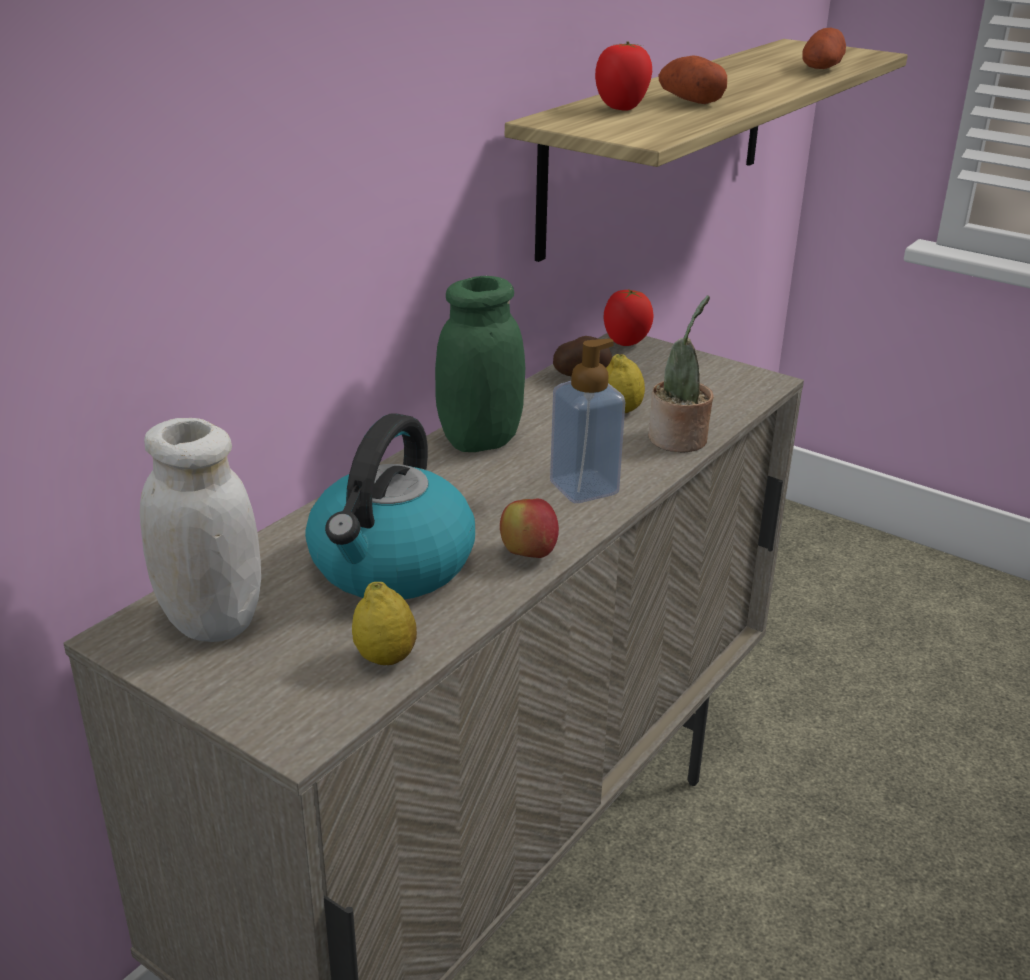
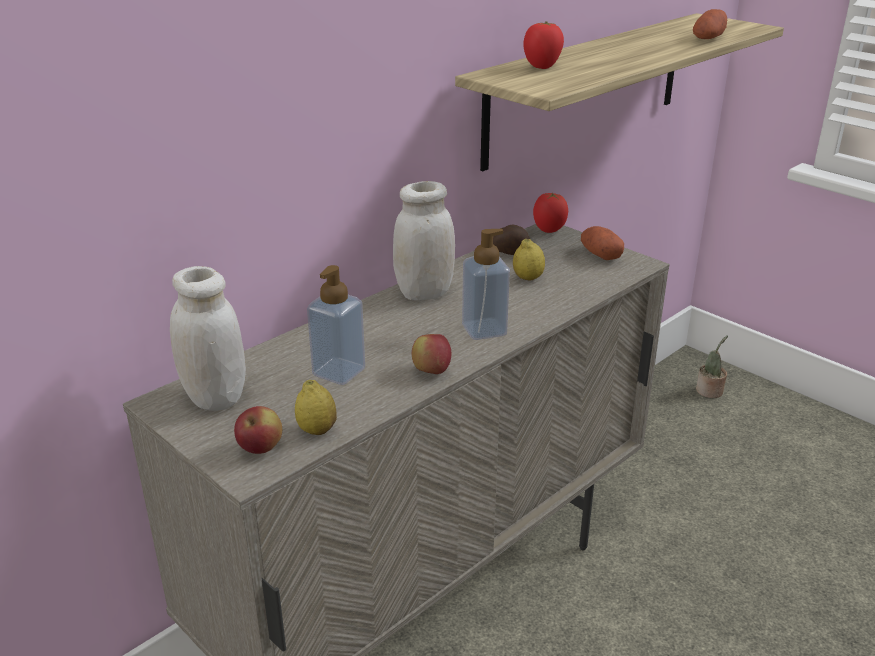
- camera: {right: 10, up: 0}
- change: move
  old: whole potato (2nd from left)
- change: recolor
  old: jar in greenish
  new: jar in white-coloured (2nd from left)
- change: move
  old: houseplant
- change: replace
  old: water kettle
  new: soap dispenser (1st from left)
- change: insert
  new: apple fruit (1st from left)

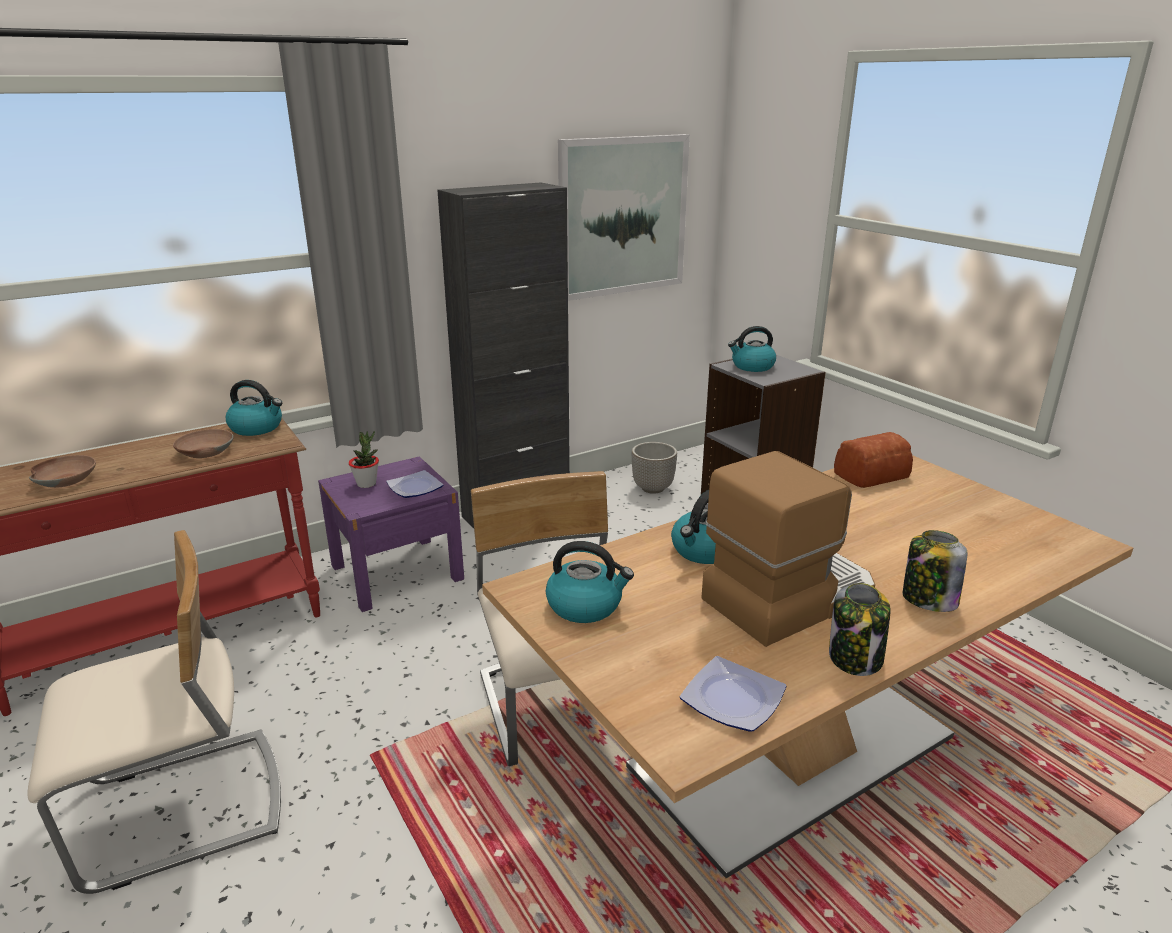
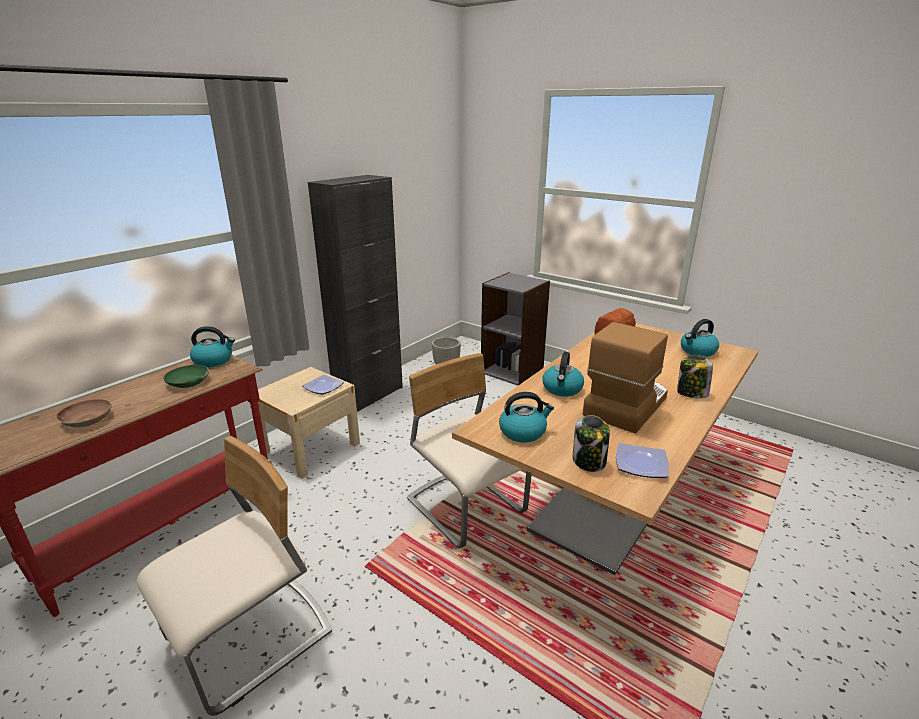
- camera: {right: -20, up: 0}
- change: delete
  old: wall art
- change: move
  old: water kettle (4th from left)
- change: recolor
  old: bowl in brown (2nd from left)
  new: bowl in greenish
- change: delete
  old: houseplant
- change: recolor
  old: bedside table in purple-coloured
  new: bedside table in sand-coloured
- change: move
  old: jar (1st from left)

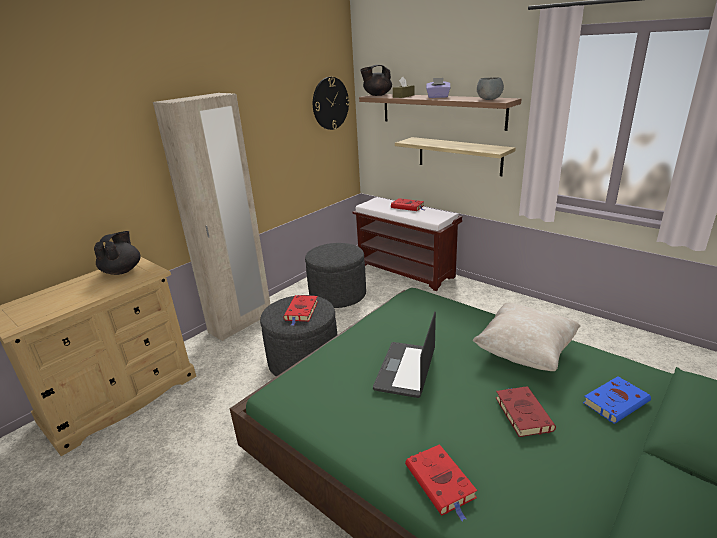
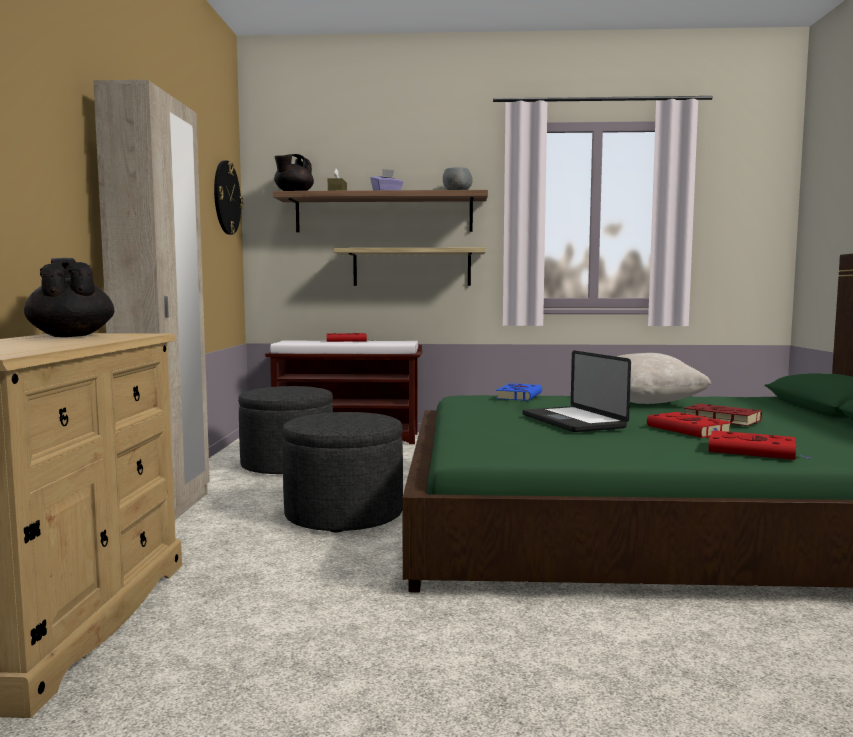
- camera: {right: -40, up: -20}
- change: move
  old: volume in red (1st from left in the first image)
  new: volume in red (2nd from left)
- change: move
  old: volume in bluish

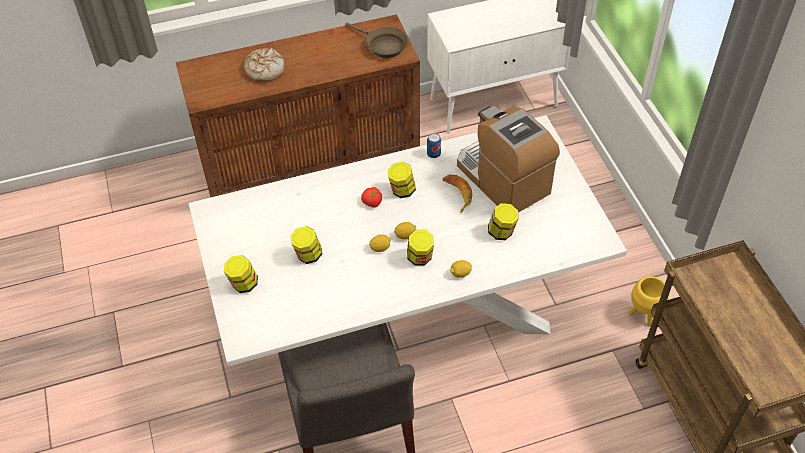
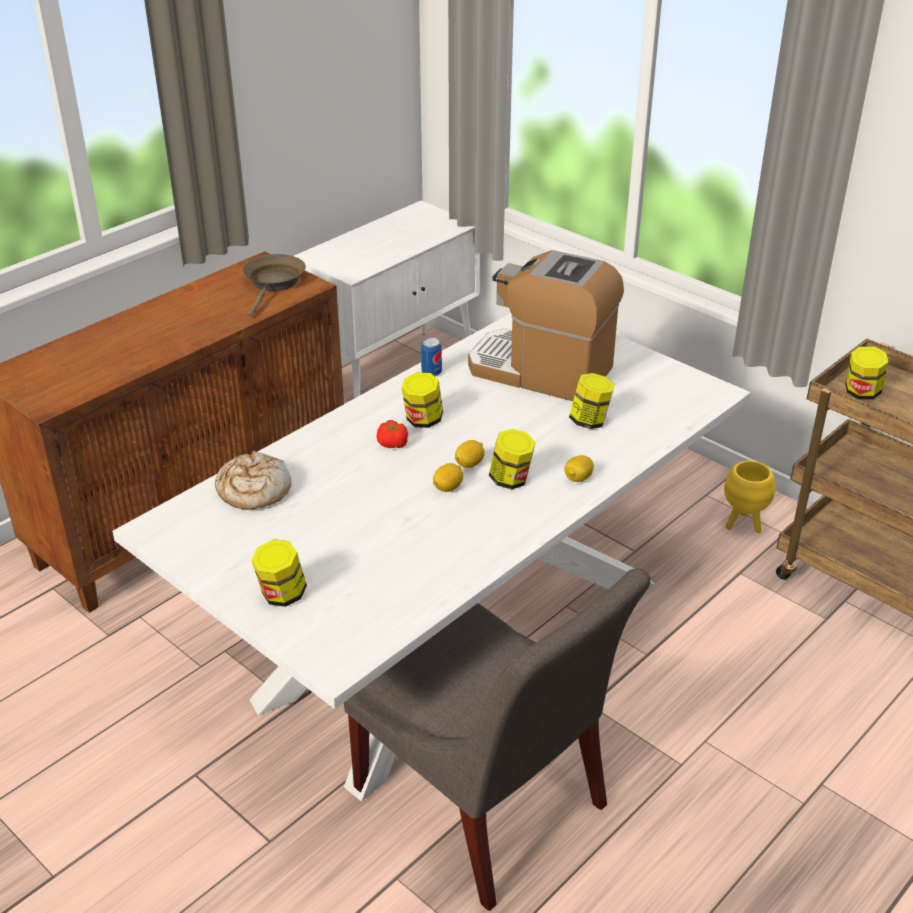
- camera: {right: -30, up: -15}
- change: rotate
  old: pan in brown
  degrees: -90
- change: move
  old: bakery bread
- change: delete
  old: banana fruit
- change: move
  old: jar (2nd from left in the first image)
  new: jar (5th from left)

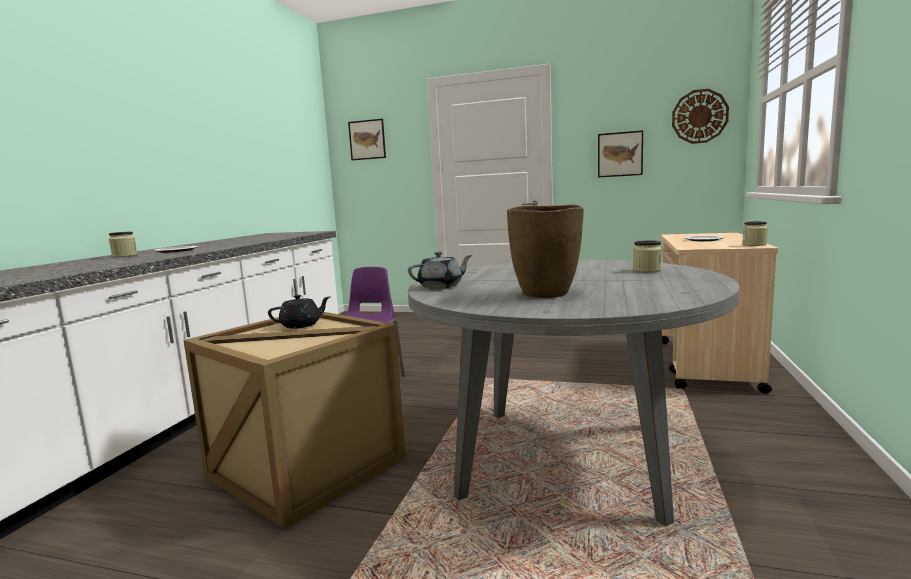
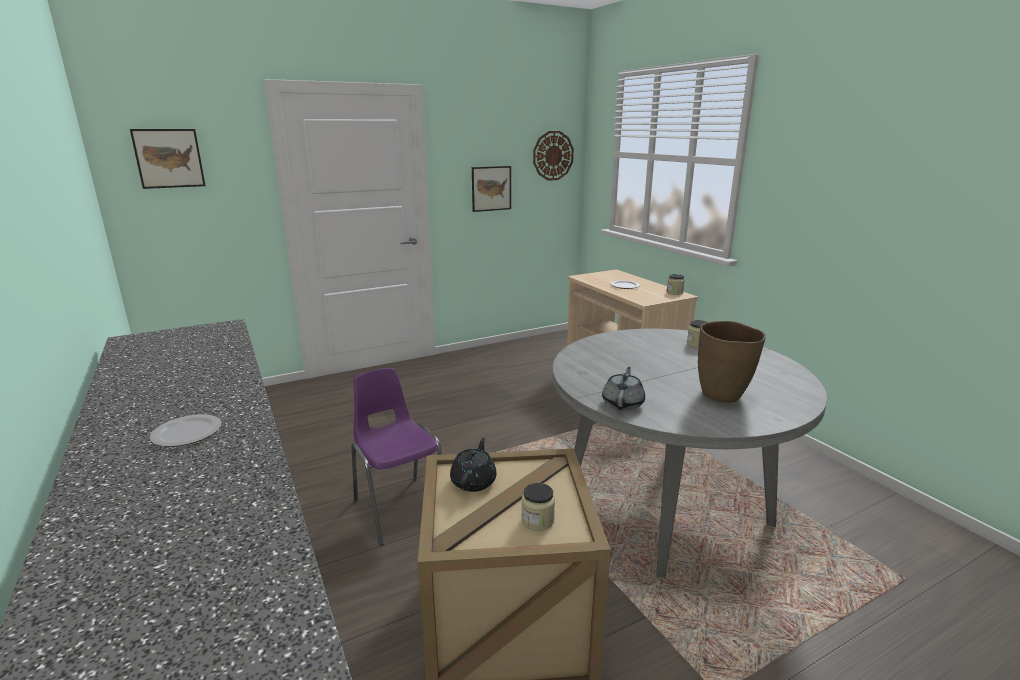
- camera: {right: -45, up: 10}
- change: move
  old: jar (1st from left)

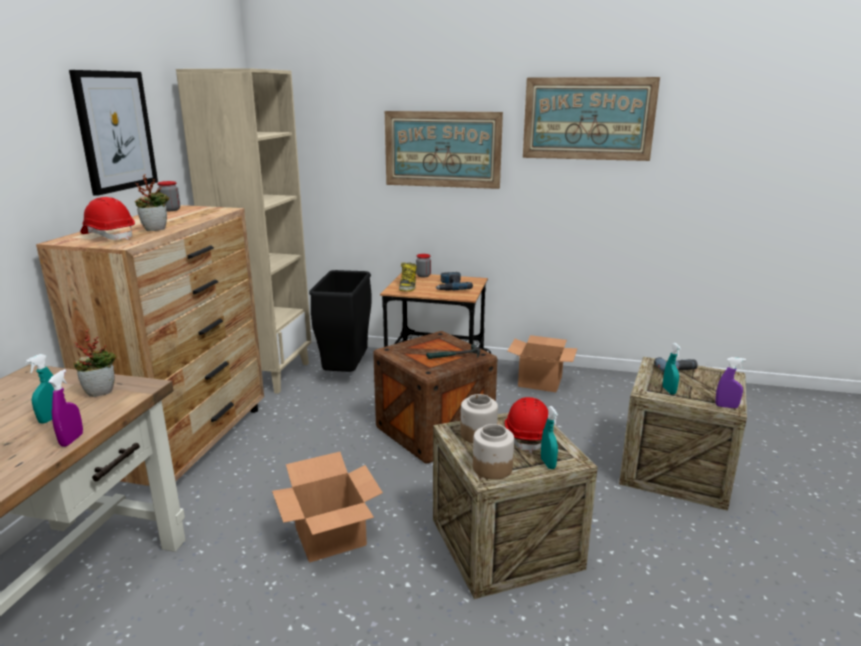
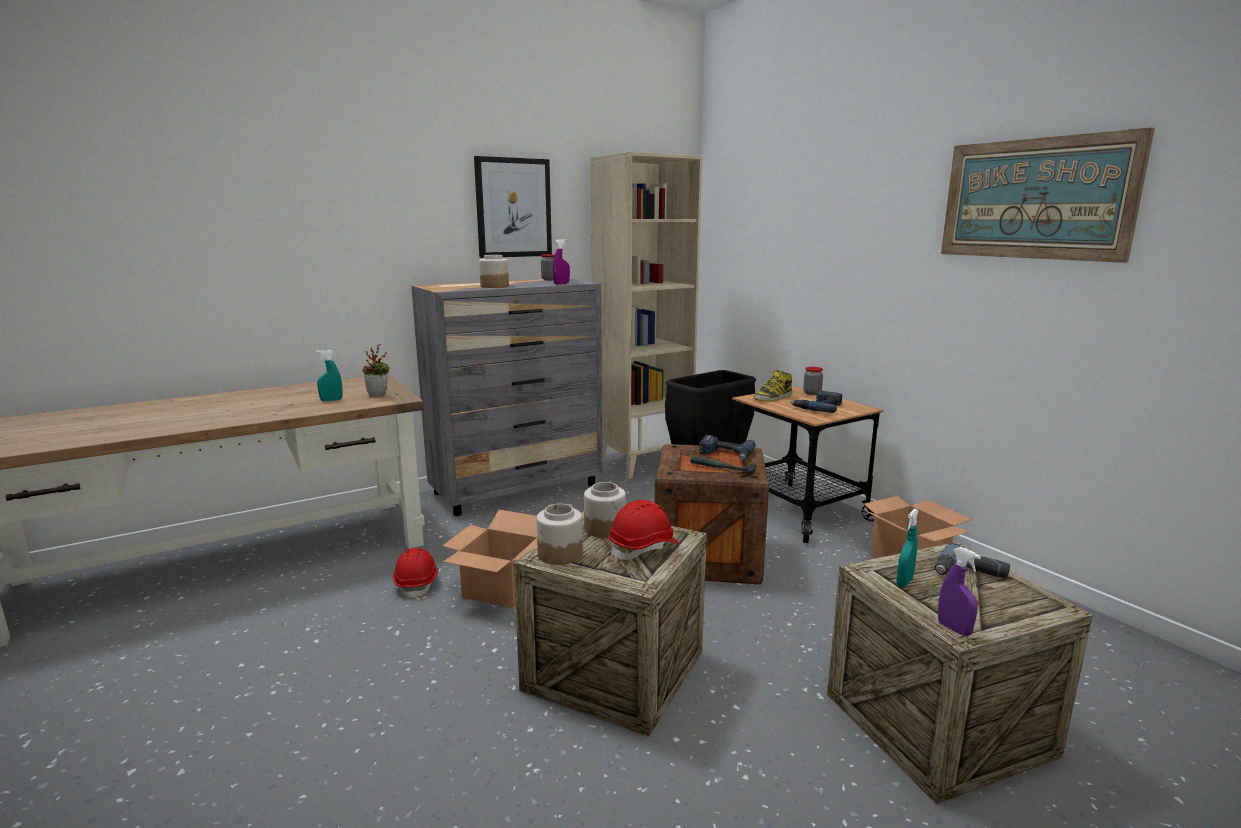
- camera: {right: 45, up: -5}
- change: delete
  old: wall art (2nd from left)
- change: replace
  old: houseplant (2nd from left)
  new: jar (1st from left)
- change: move
  old: work helmet in red (1st from left)
- change: recolor
  old: dresser in brown
  new: dresser in grey
- change: move
  old: hand sprayer in purple-coloured (1st from left)
- change: delete
  old: hand sprayer in turquoise (2nd from left)
- change: insert
  new: power drill (1st from left)

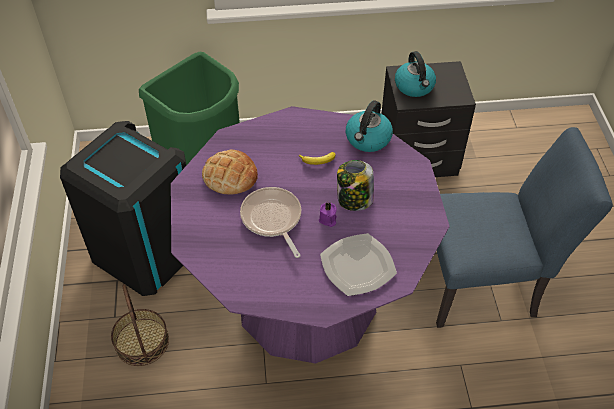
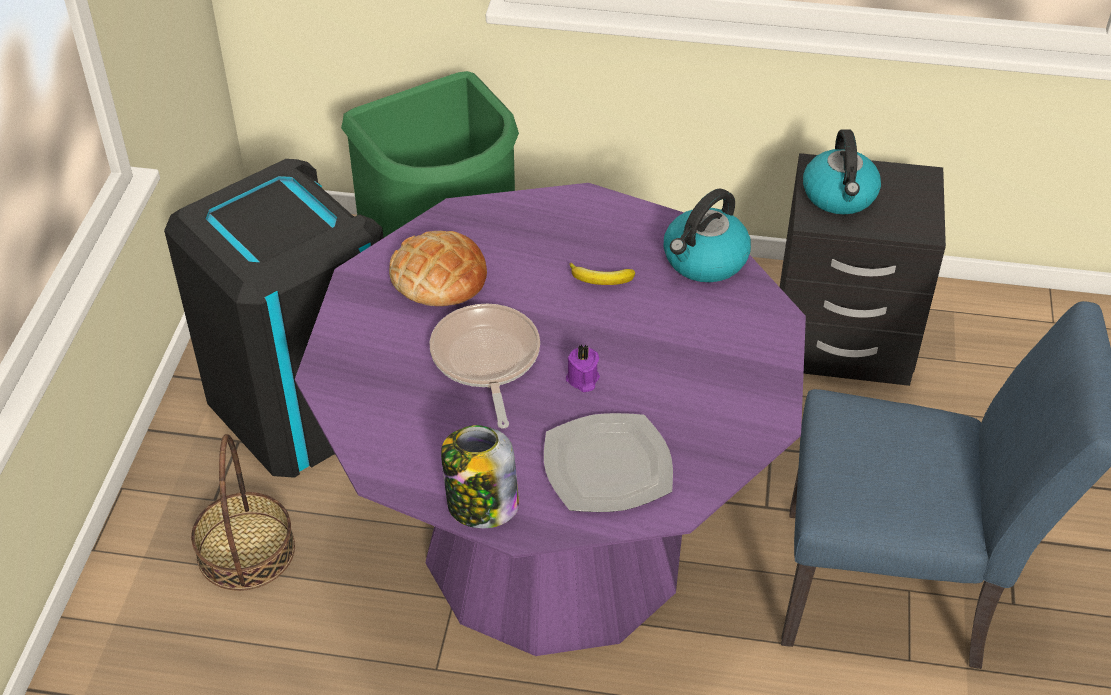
- camera: {right: 15, up: -5}
- change: move
  old: jar

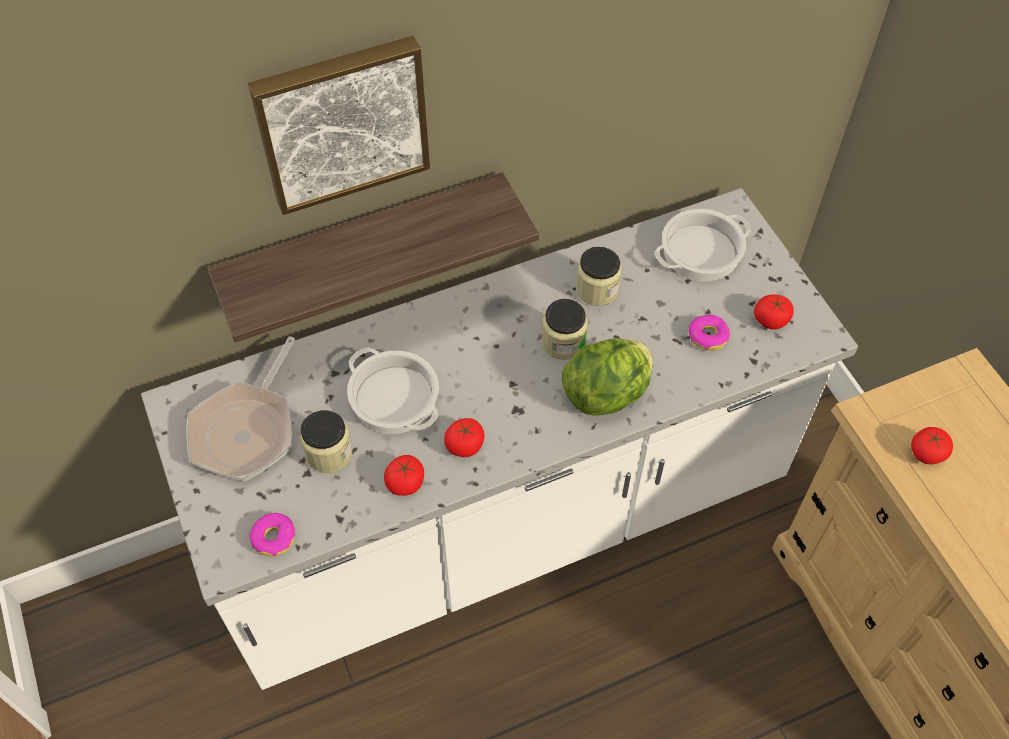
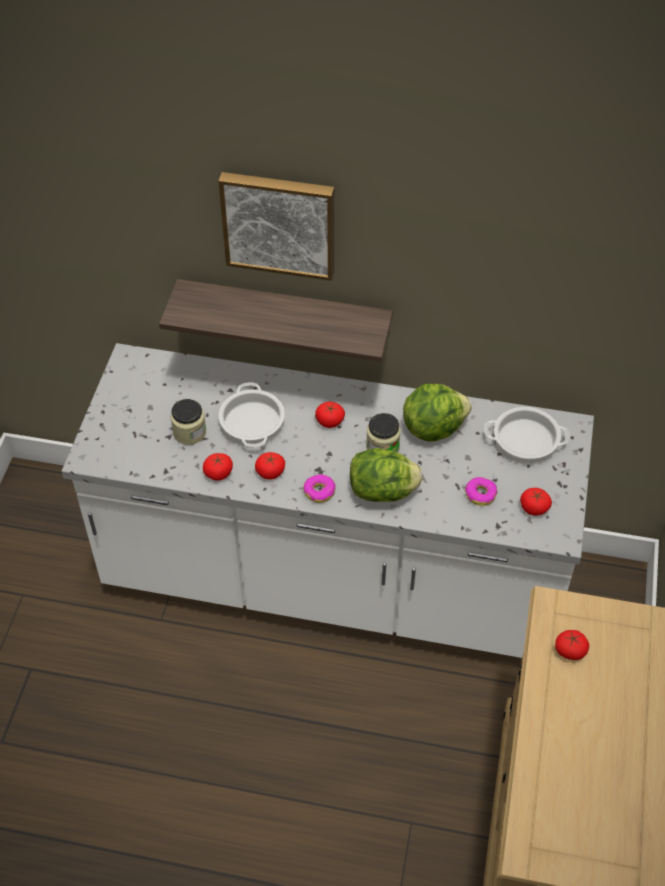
- camera: {right: 35, up: -5}
- change: replace
  old: jar (3rd from left)
  new: lettuce (2nd from left)
- change: delete
  old: pan
- change: move
  old: ring doughnut (1st from left)
- change: insert
  new: tomato (3rd from left)

